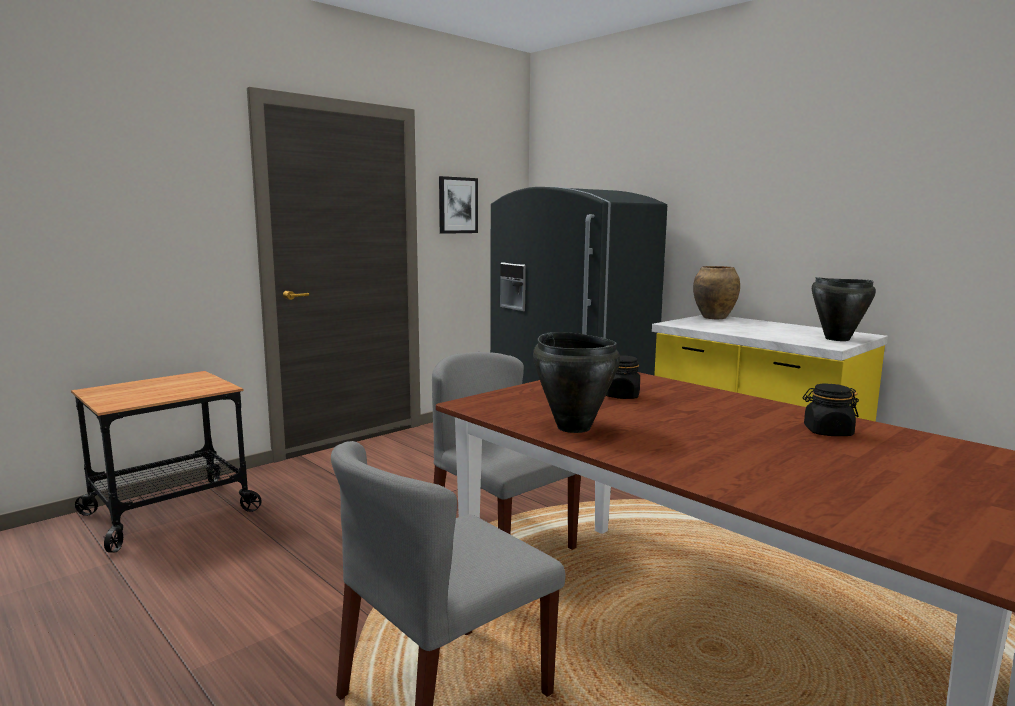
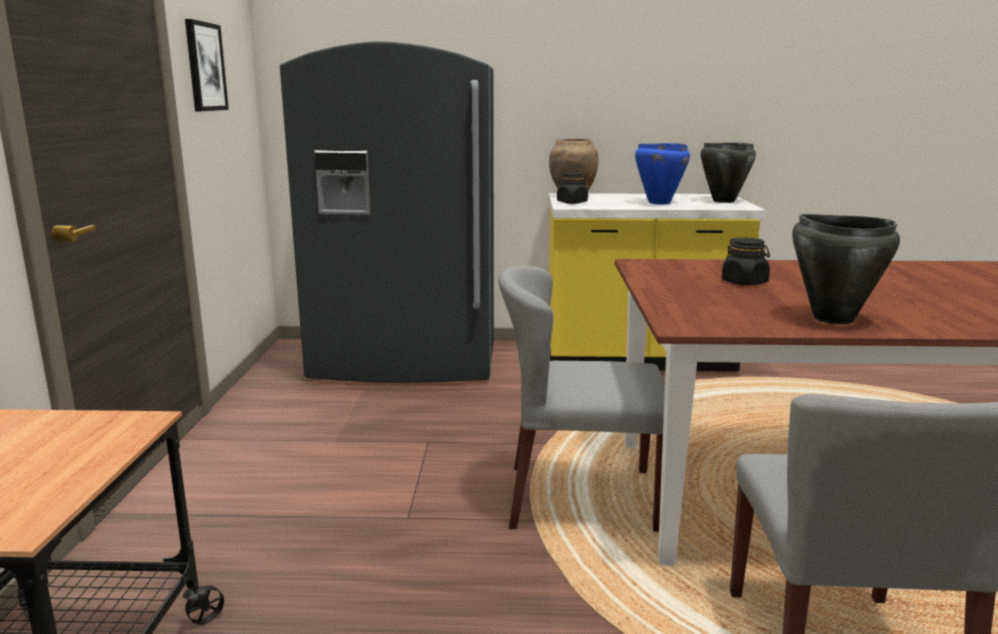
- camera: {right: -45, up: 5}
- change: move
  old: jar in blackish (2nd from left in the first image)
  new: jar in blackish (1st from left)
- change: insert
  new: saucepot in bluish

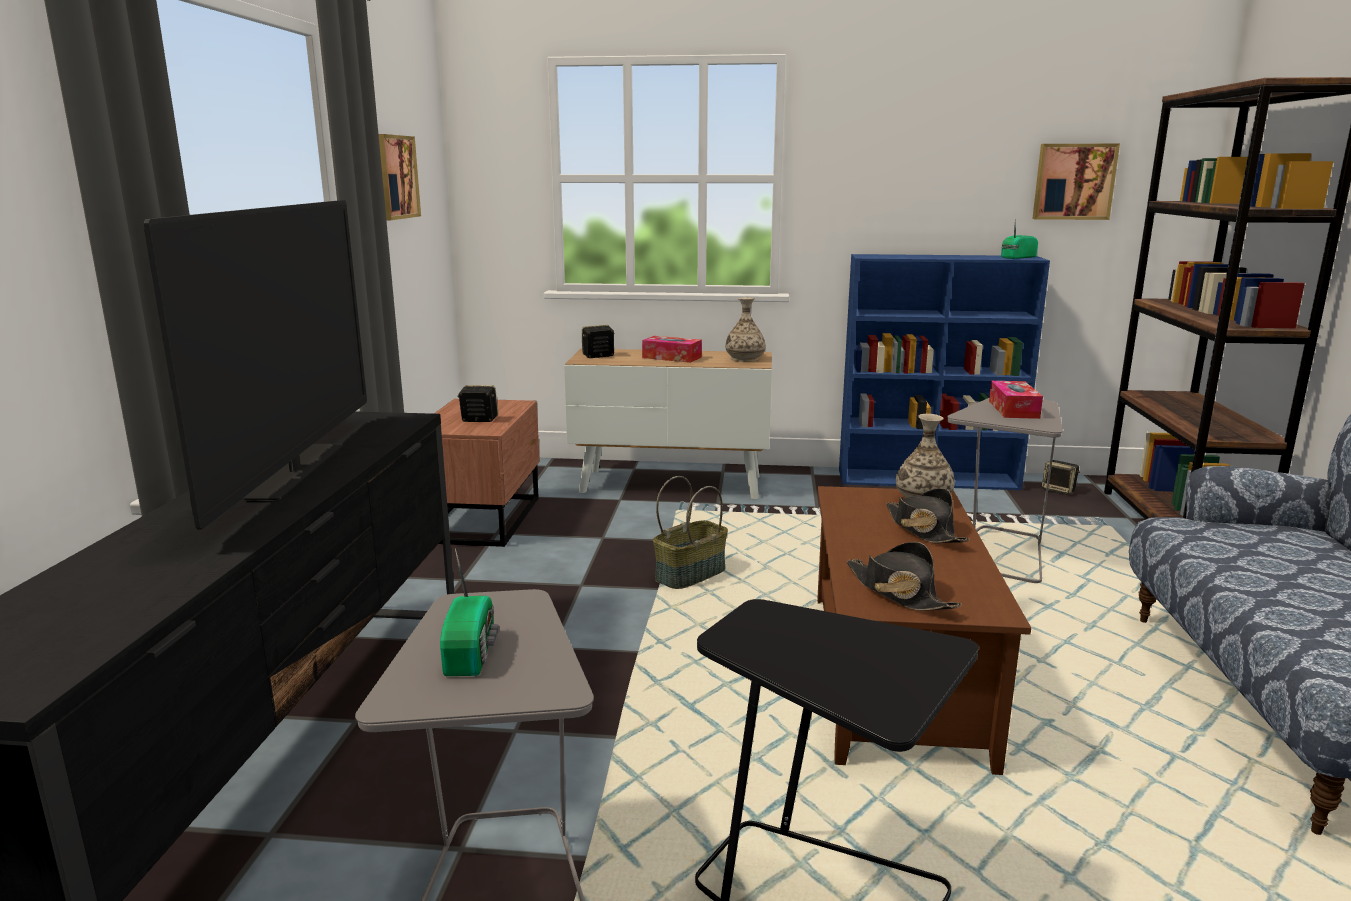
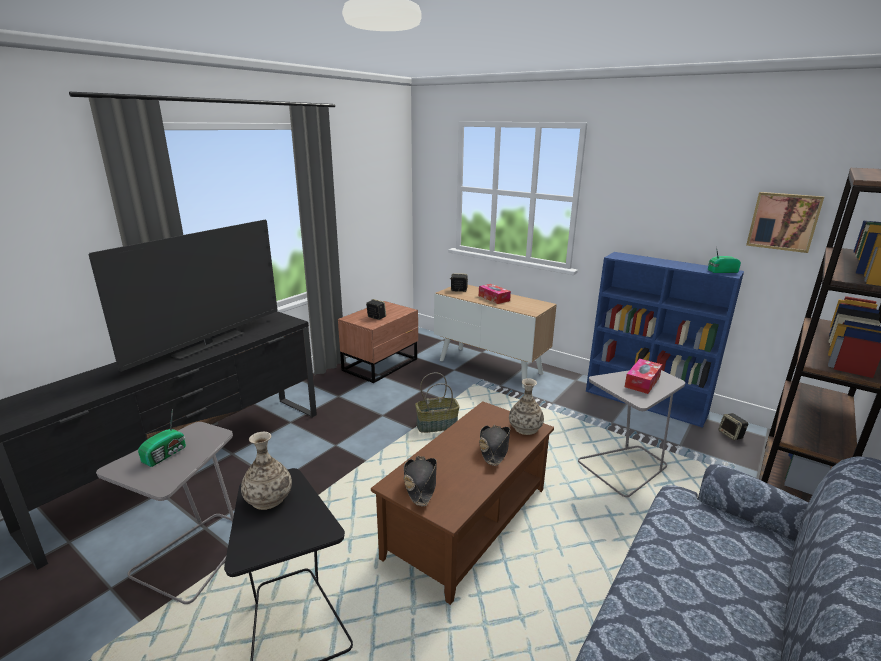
- camera: {right: 30, up: 5}
- change: delete
  old: wall art (1st from left)
- change: move
  old: vase (1st from left)

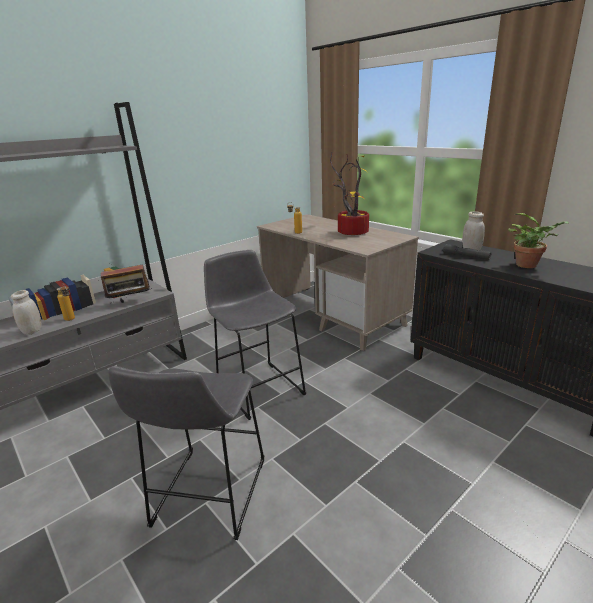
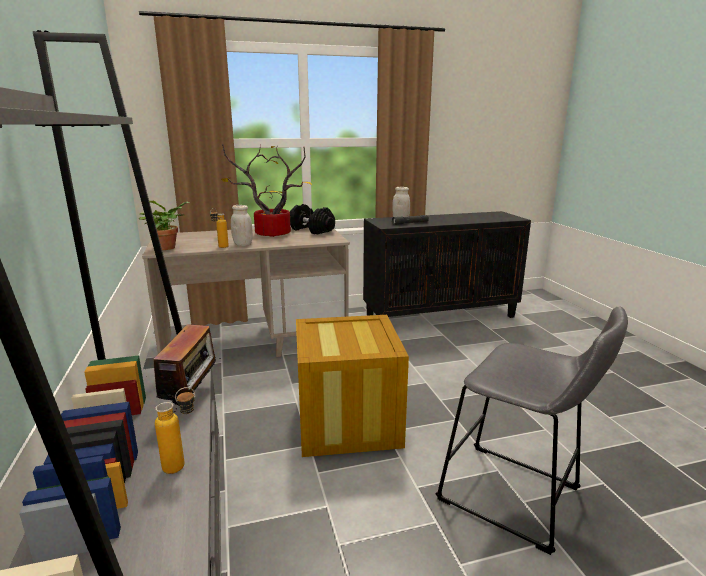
- camera: {right: -65, up: -5}
- change: move
  old: houseplant (2nd from left in the first image)
  new: houseplant (1st from left)
- change: replace
  old: sitting stool in grey (2nd from left)
  new: crate
- change: move
  old: jar in white-coloured (1st from left)
- change: insert
  new: hand weight in blackish

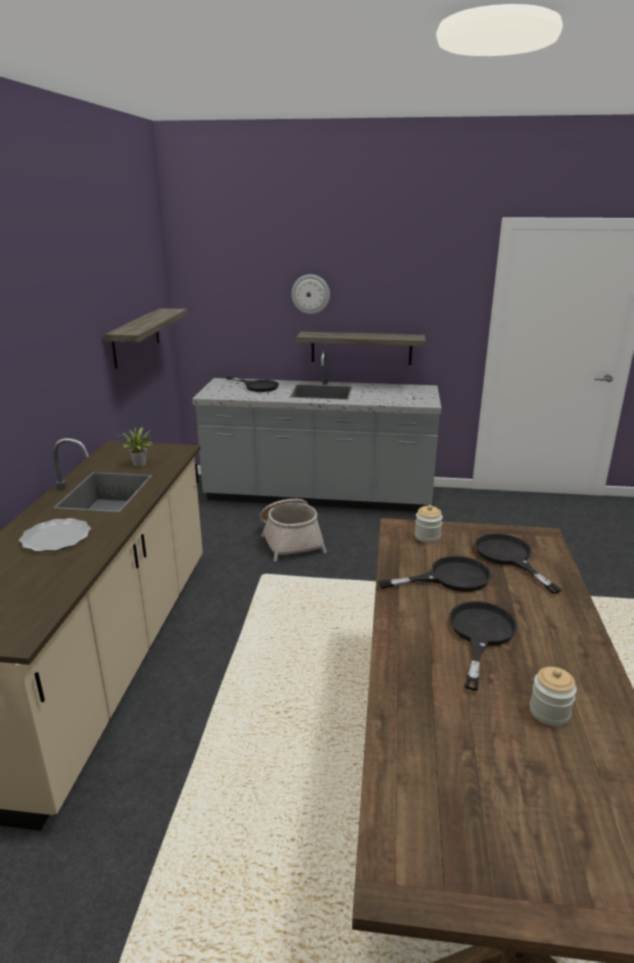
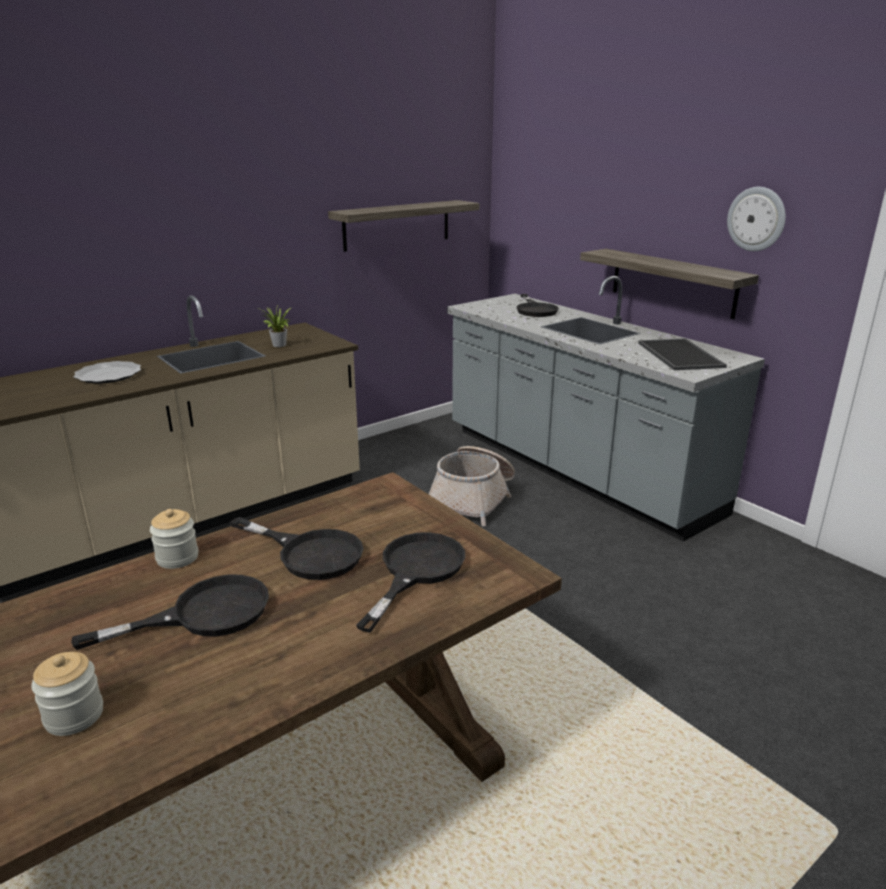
- camera: {right: 45, up: 0}
- change: move
  old: hanging clock
- change: move
  old: jar (1st from left in the first image)
  new: jar (2nd from left)
- change: insert
  new: carrying tray

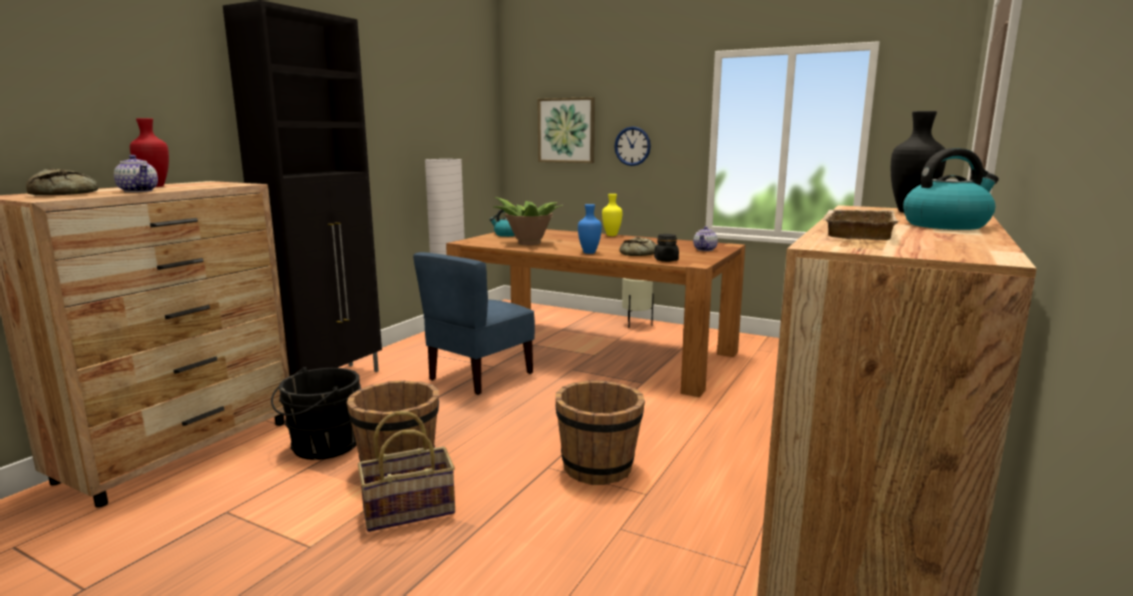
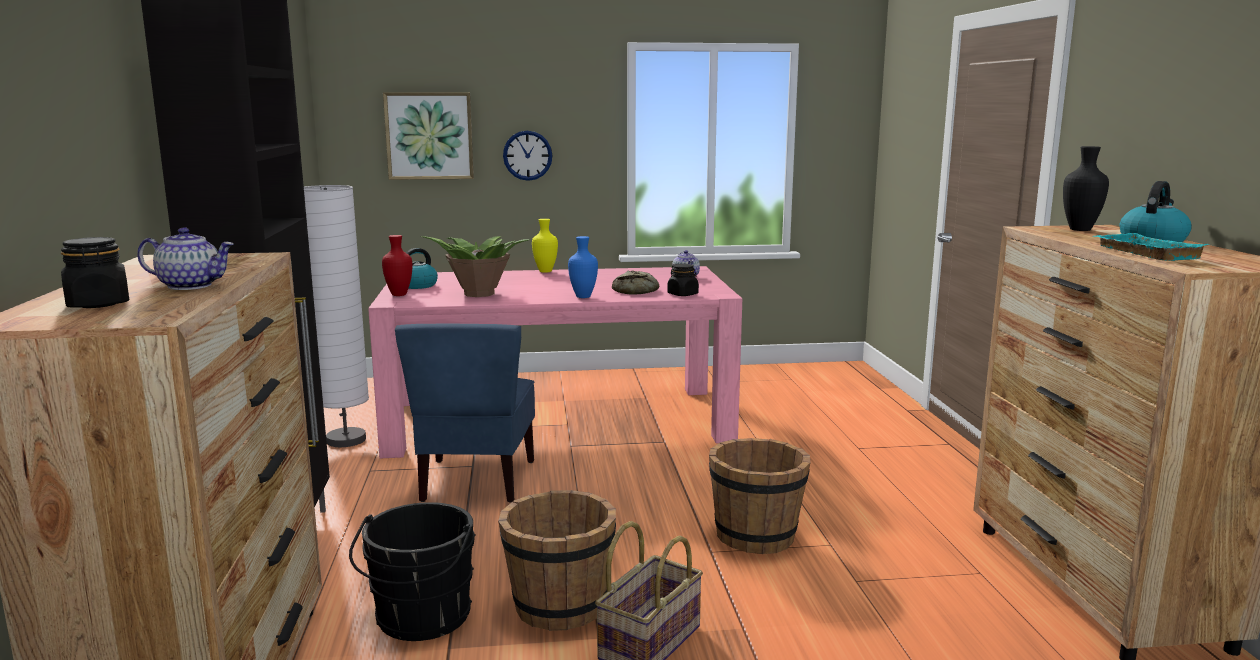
- camera: {right: -35, up: 0}
- change: move
  old: vase in red
- change: replace
  old: bakery bread (1st from left)
  new: jar in blackish (1st from left)
- change: recolor
  old: carrying tray in sand-coloured
  new: carrying tray in turquoise
- change: recolor
  old: kitchen table in brown
  new: kitchen table in pink-coloured
- change: delete
  old: flower pot in sand-coloured

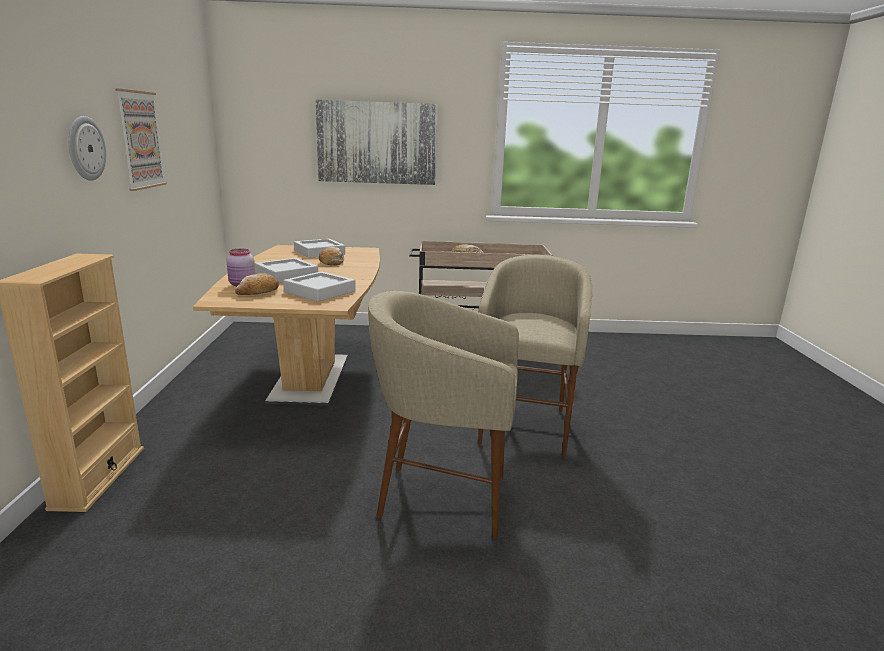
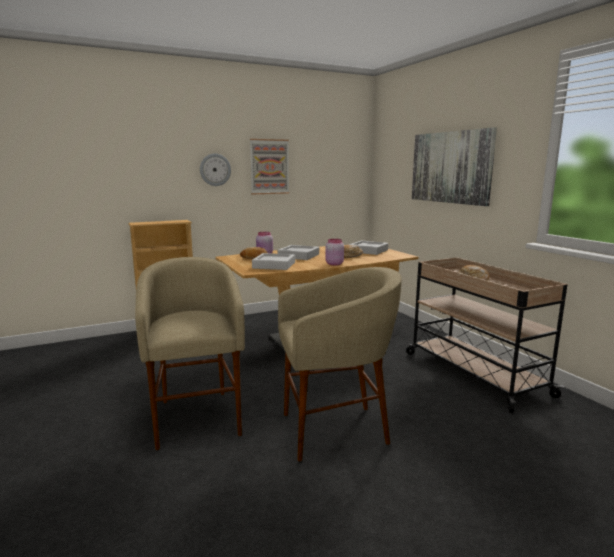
- camera: {right: 65, up: -5}
- change: insert
  new: jar in pink-coloured (2nd from left)

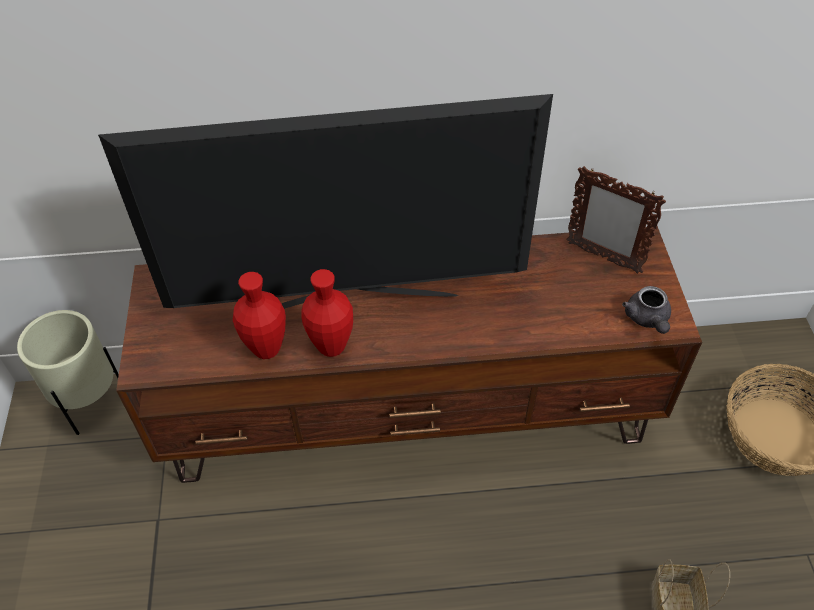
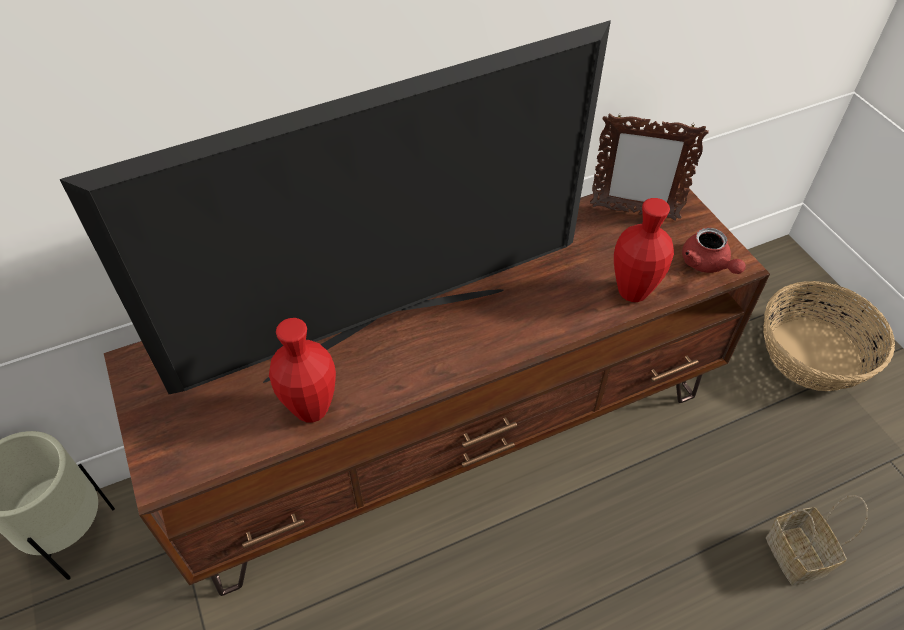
- camera: {right: -20, up: 0}
- change: move
  old: vase in red (2nd from left)
- change: recolor
  old: tea pot in grey
  new: tea pot in red

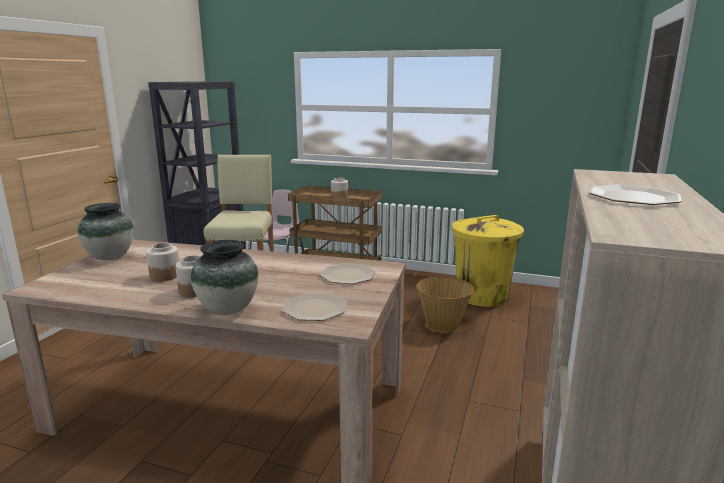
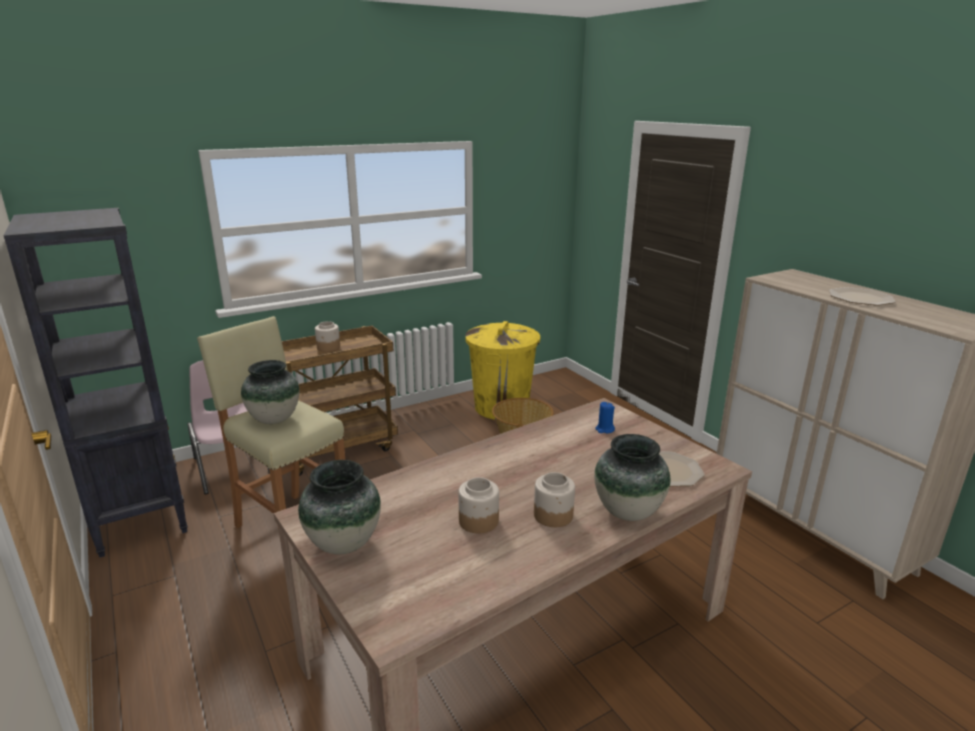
- camera: {right: -50, up: 5}
- change: replace
  old: plate (2nd from left)
  new: wax light in bluish
- change: insert
  new: vase (1st from left)

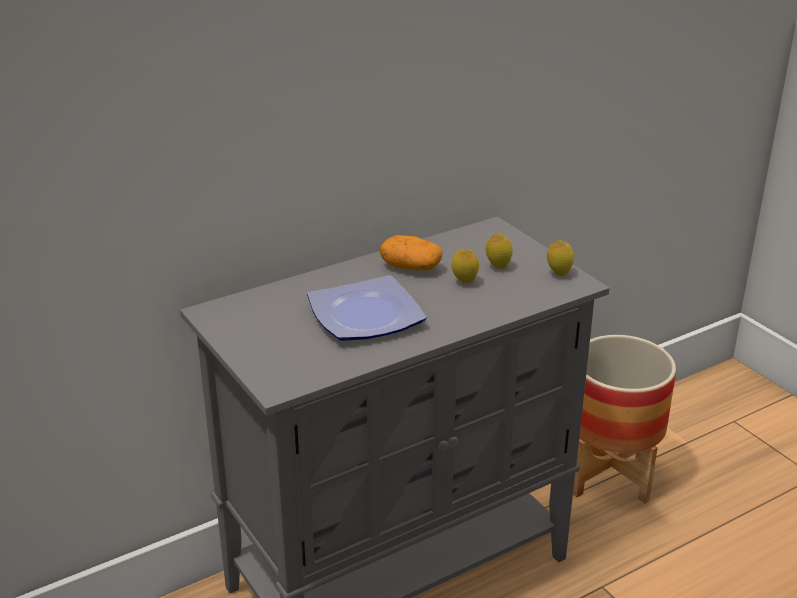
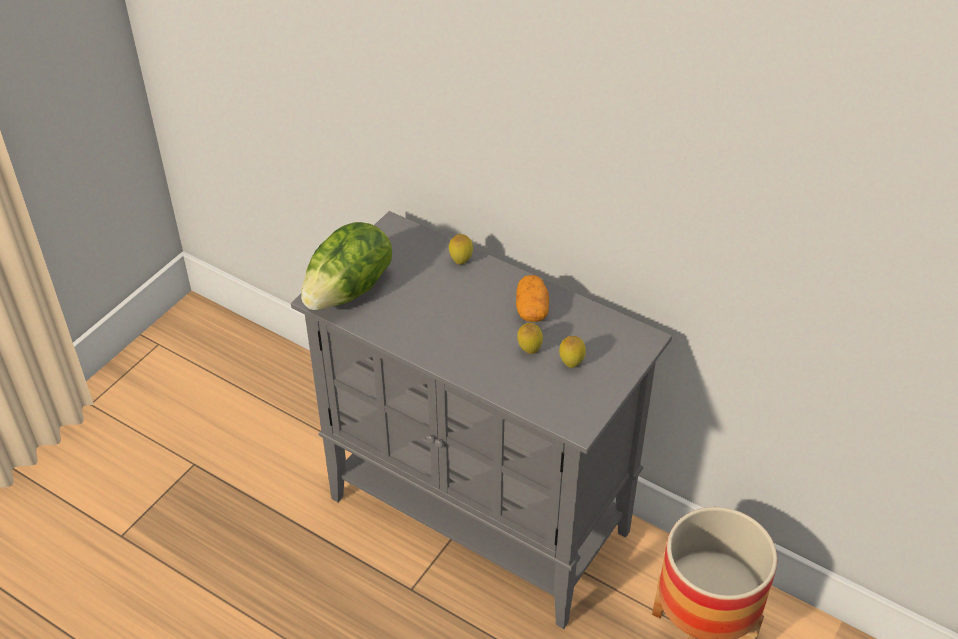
- camera: {right: 65, up: 15}
- change: move
  old: citrus fruit (3rd from left in the first image)
  new: citrus fruit (1st from left)
- change: delete
  old: plate
- change: insert
  new: lettuce

